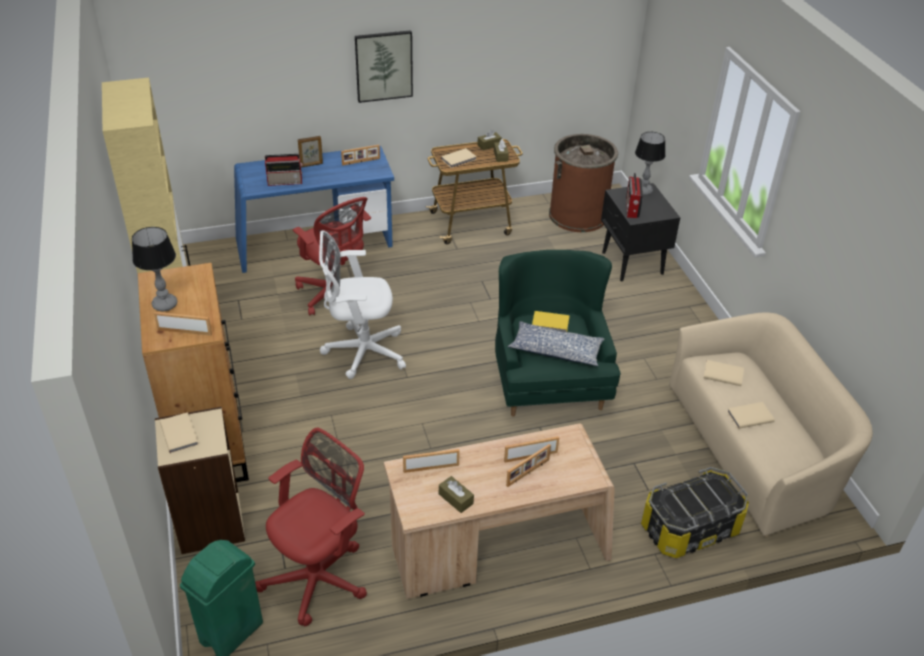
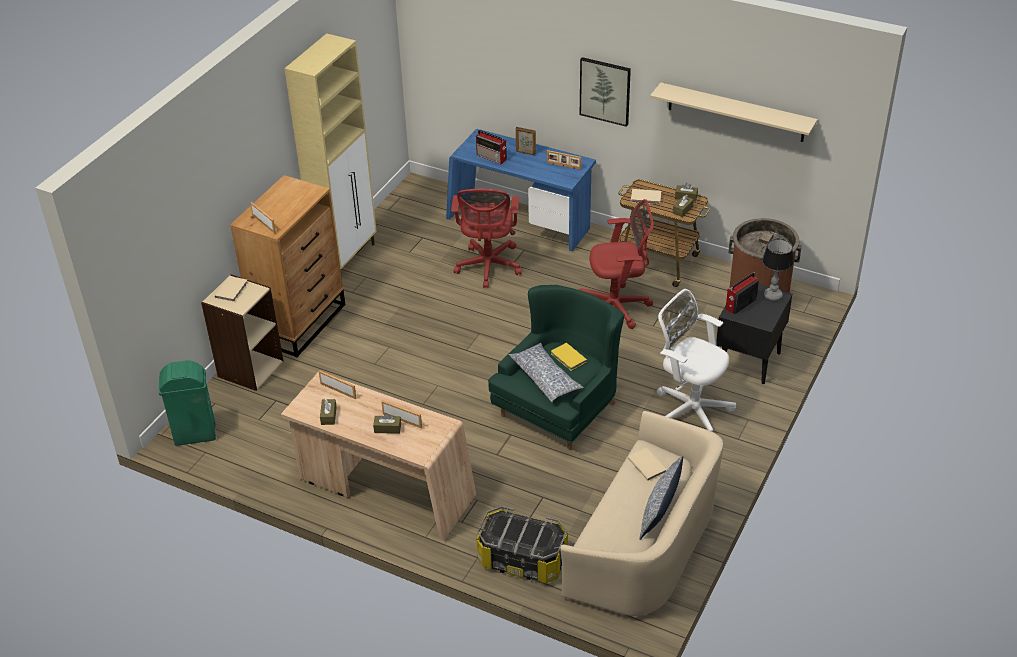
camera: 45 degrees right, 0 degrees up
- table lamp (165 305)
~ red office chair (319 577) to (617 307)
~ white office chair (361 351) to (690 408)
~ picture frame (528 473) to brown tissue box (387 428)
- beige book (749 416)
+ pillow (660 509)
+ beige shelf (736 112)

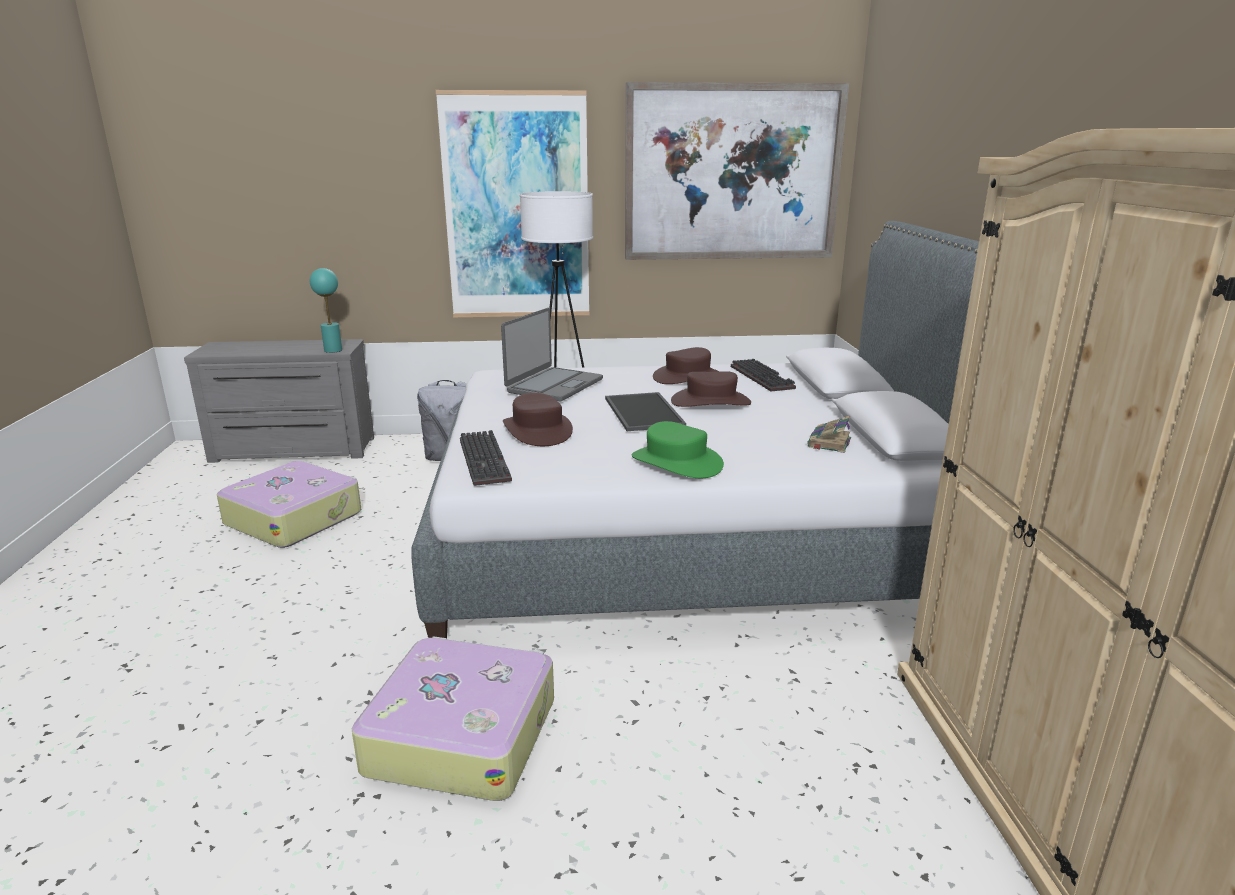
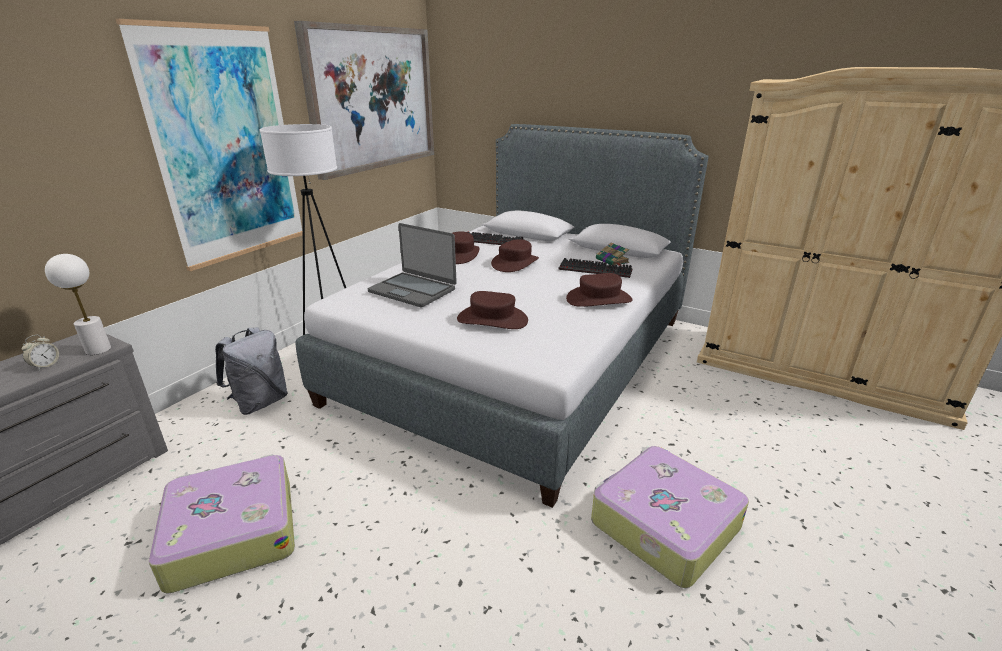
camera: 55 degrees left, 5 degrees up
~ turquoise table lamp (333 350) to white table lamp (98 350)
~ keyboard (487 460) to (596 269)
~ laptop (554 385) = (413 290) 150 degrees clockwise
- tray (641 412)
~ green hat (676 462) to brown hat (599 299)
+ alarm clock (46 365)

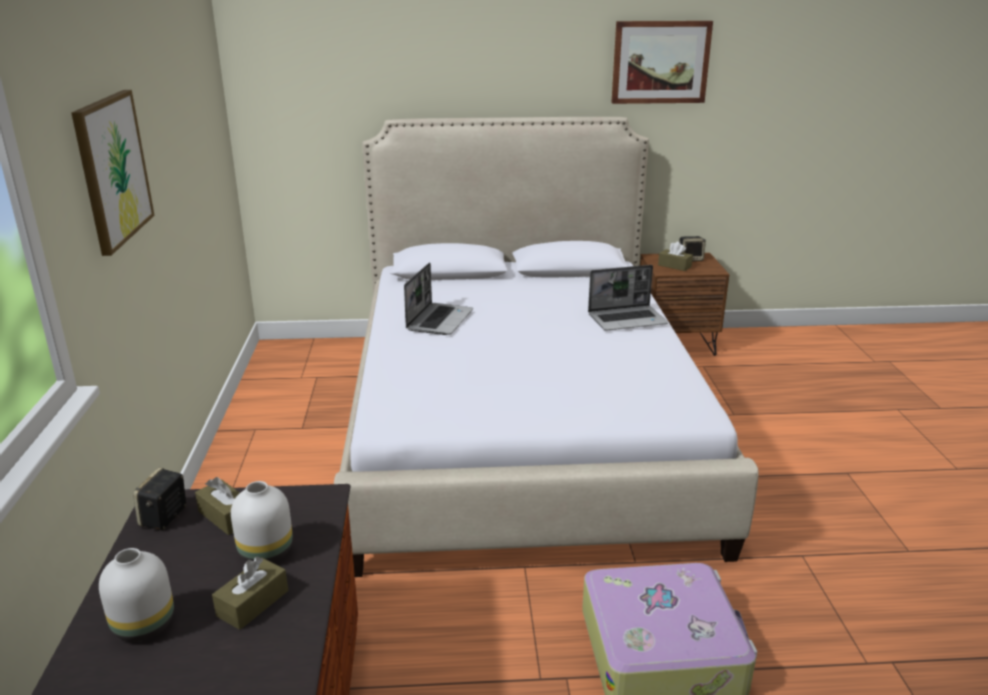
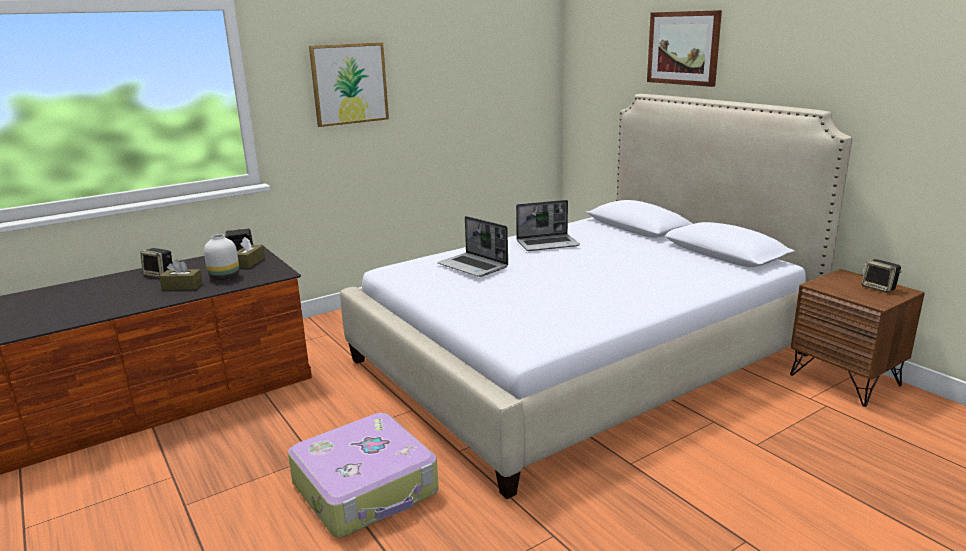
camera: 60 degrees right, 5 degrees down
~ white vase (145 624) to speaker (160 274)
~ laptop (627 319) to (474 266)
~ picture (660 62) to (683 48)
- brown tissue box (674 266)

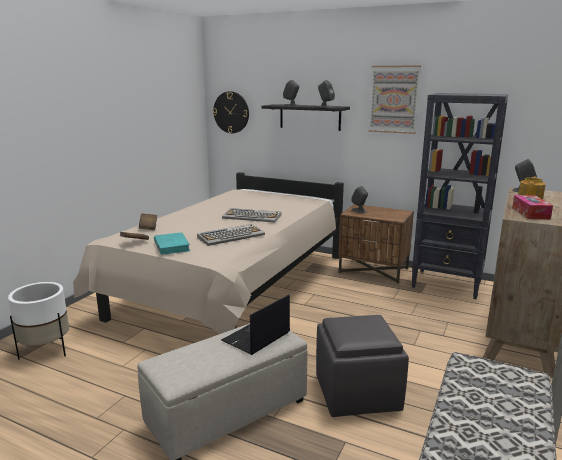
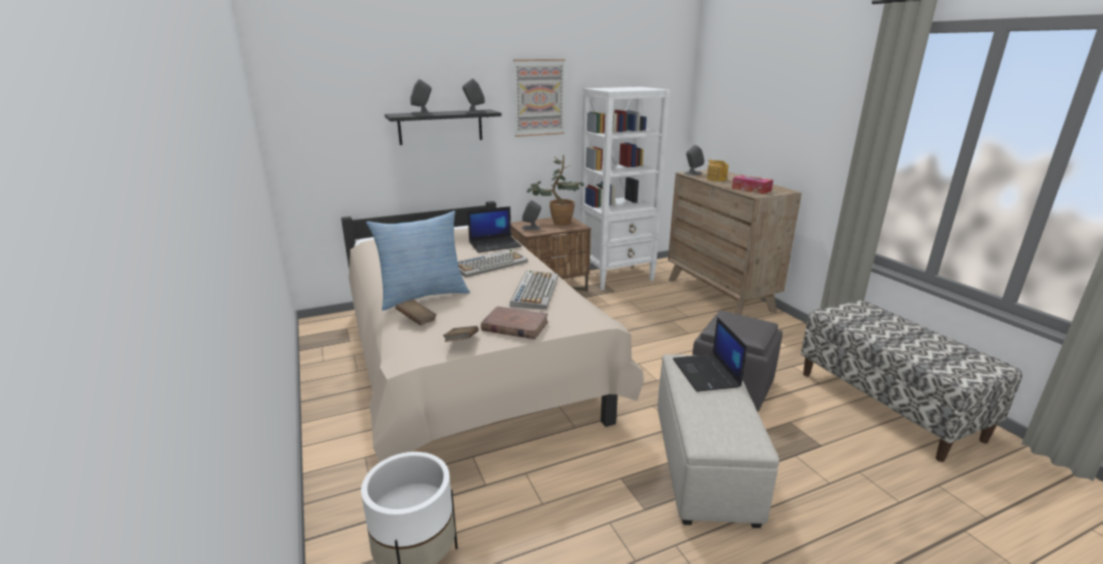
camera: 50 degrees left, 5 degrees up
~ turquoise book (171 246) to brown book (514 326)
- wall clock (231 112)
~ black bookcase (447 284) to white bookcase (617 277)
+ pillow (423 296)
+ laptop (495 244)
+ potted plant (557 222)

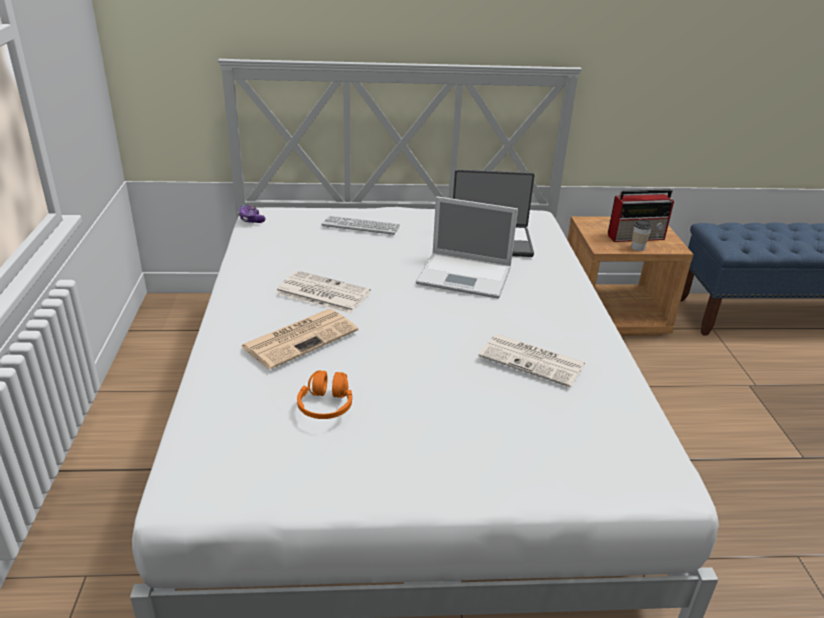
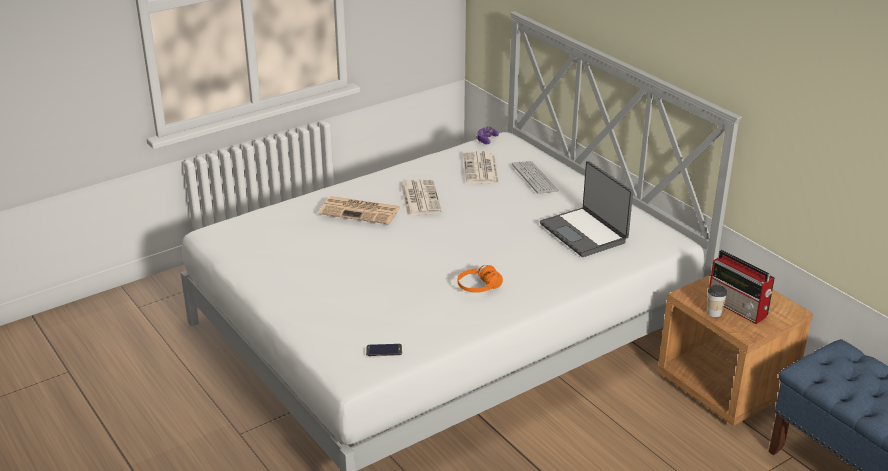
camera: 60 degrees right, 0 degrees up
~ orange headphones (326 406) to (479 287)
- laptop (466 276)
~ newspaper (533 361) to (481 169)
+ phone (384 350)

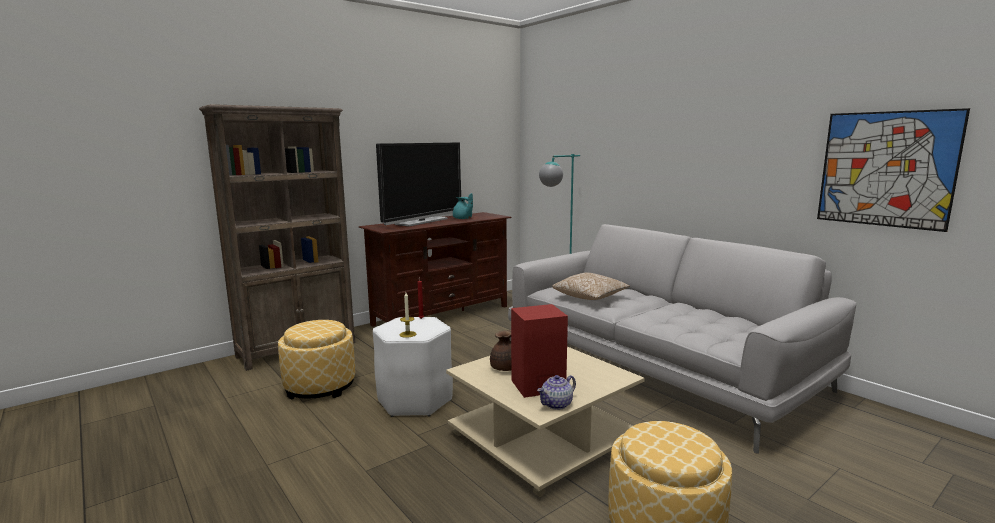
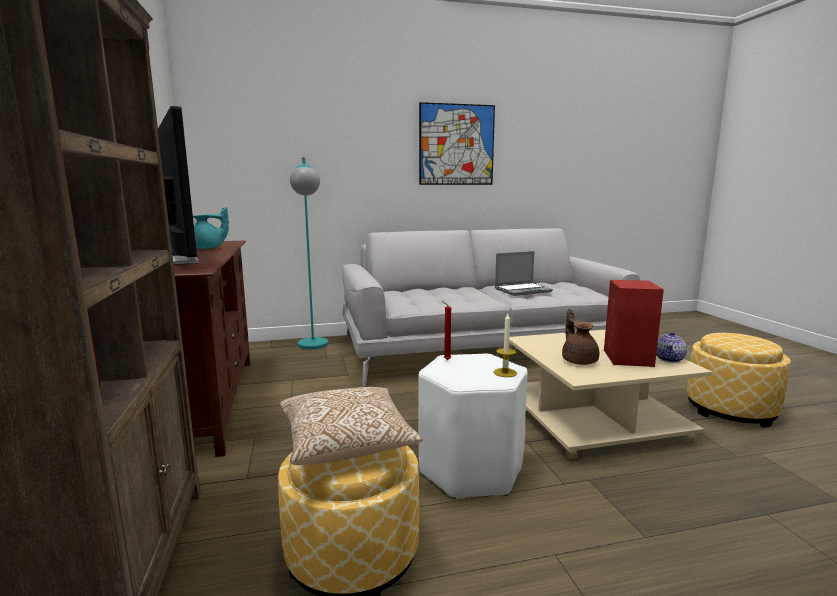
camera: 65 degrees left, 0 degrees up
~ teapot (557 404) = (669 359) 45 degrees clockwise
~ pillow (590 297) to (347 443)
~ picture (886 169) to (456 145)
+ laptop (523 290)

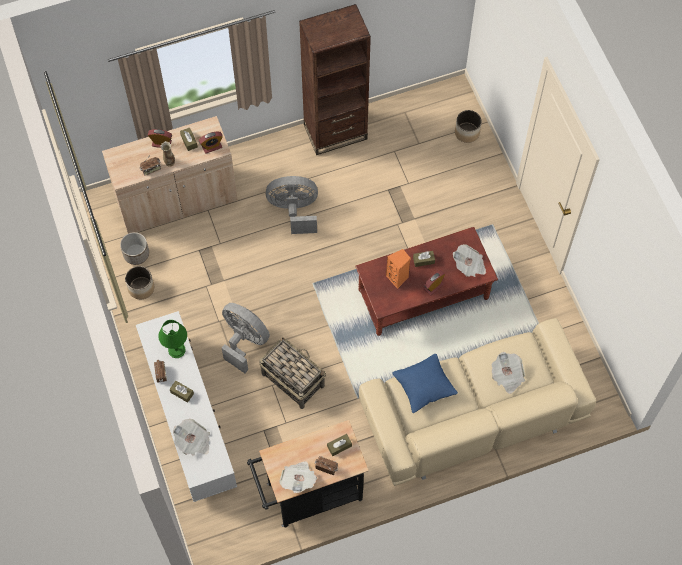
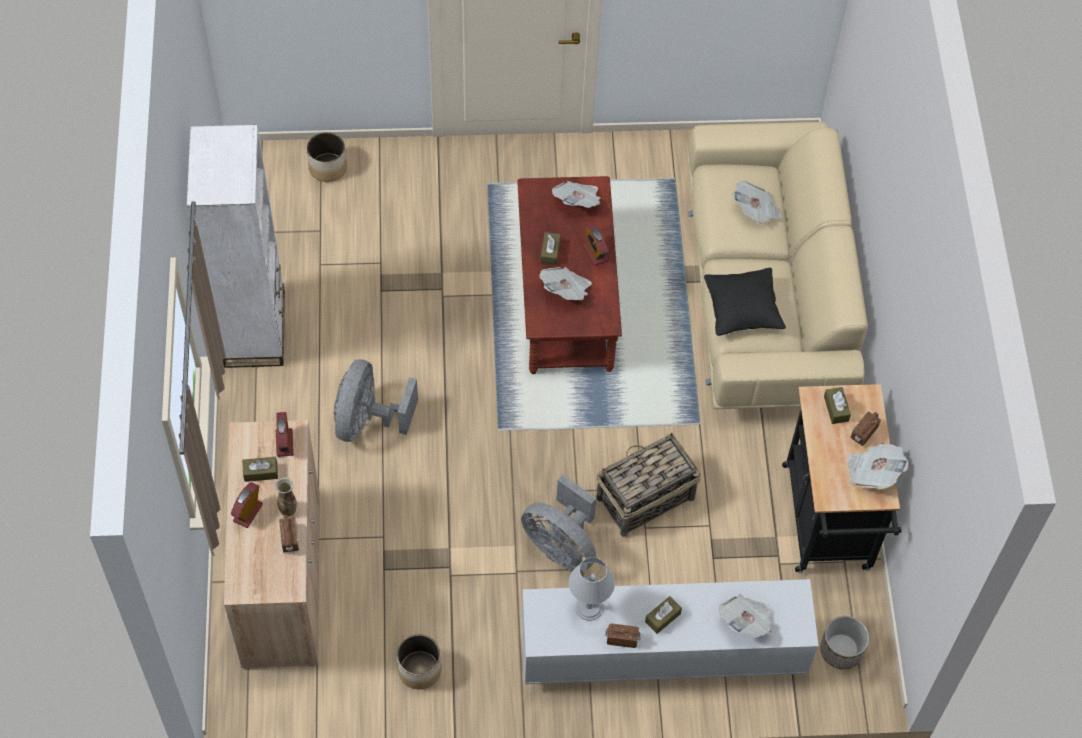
camera: 75 degrees left, 5 degrees down
~ planter (136 254) to (841 651)
~ green table lamp (176 350) to grey table lamp (589 607)
~ grey fan (244 341) = (561 546) 105 degrees counterclockwise
~ brown bookcase (335 132) to white bookcase (254 329)
~ orange speaker (398 278) to newspaper (566 291)
~ blue pillow (424 386) to black pillow (743 308)

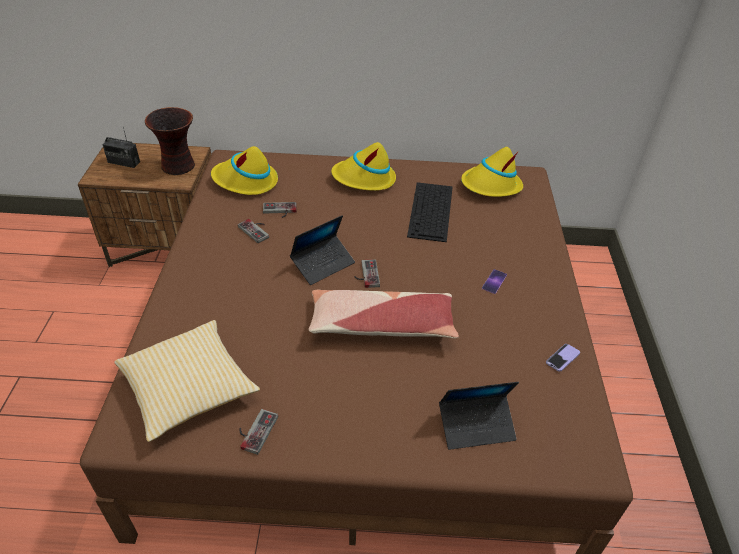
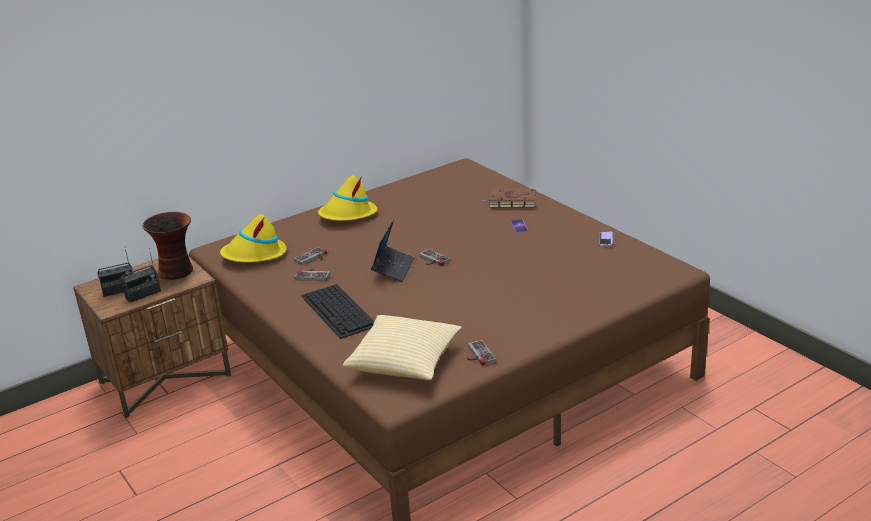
camera: 35 degrees left, 15 degrees down
- pillow (381 324)
~ keyboard (431 211) to (339 311)
- laptop (476 426)
- yellow hat (490 186)
+ radio (143 294)
+ brown book (510 201)

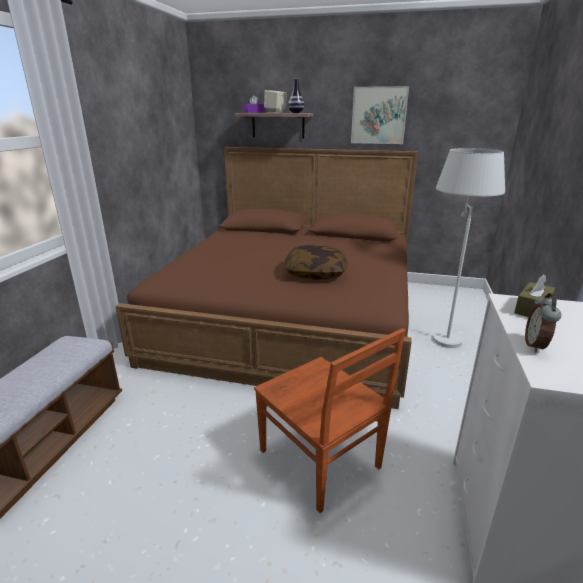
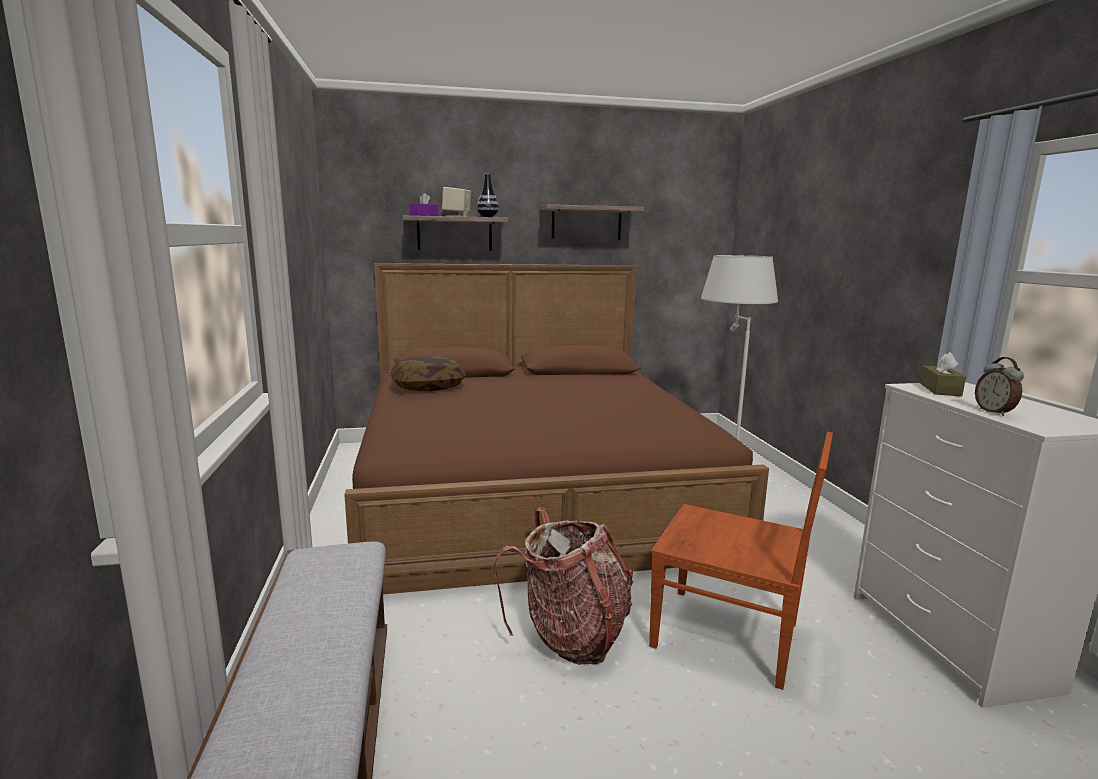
camera: 25 degrees left, 10 degrees down
~ pillow (316 273) to (428 387)
~ picture (379 115) to shelf (586 223)
+ backpack (572 635)

